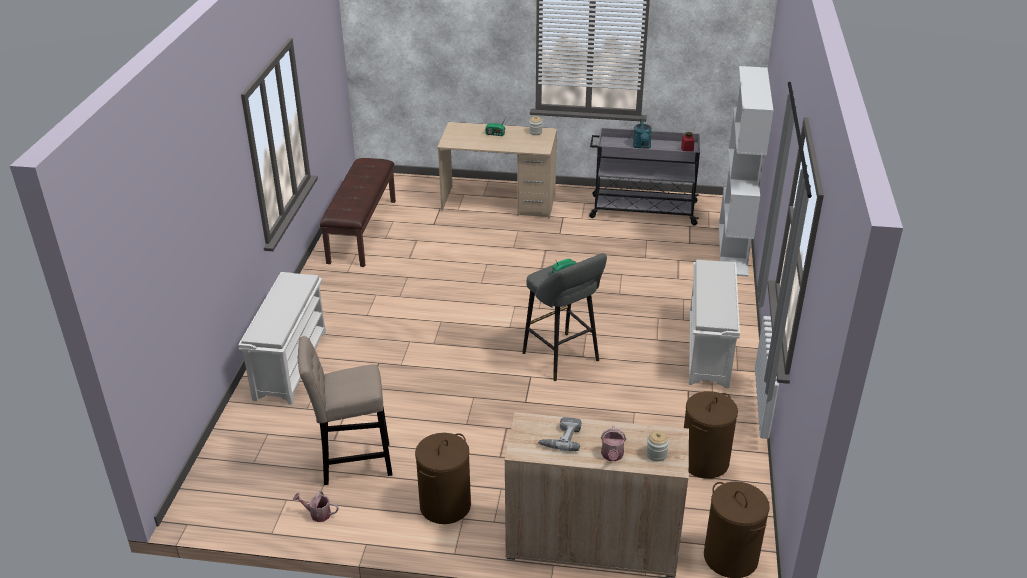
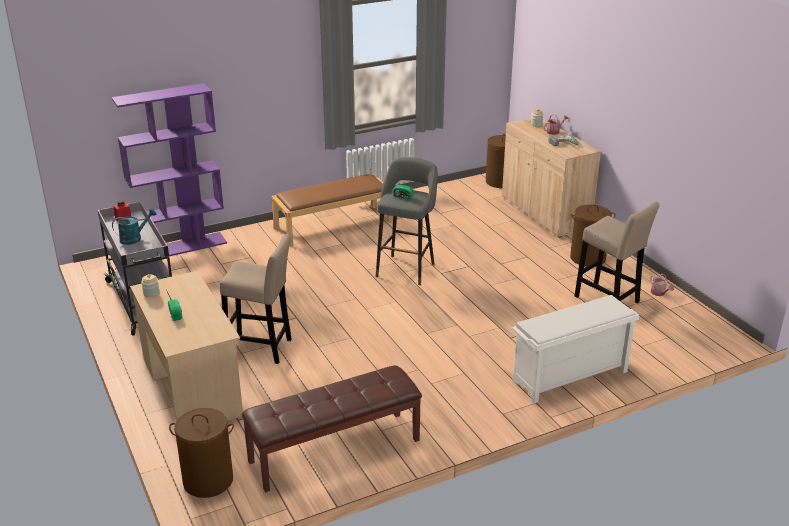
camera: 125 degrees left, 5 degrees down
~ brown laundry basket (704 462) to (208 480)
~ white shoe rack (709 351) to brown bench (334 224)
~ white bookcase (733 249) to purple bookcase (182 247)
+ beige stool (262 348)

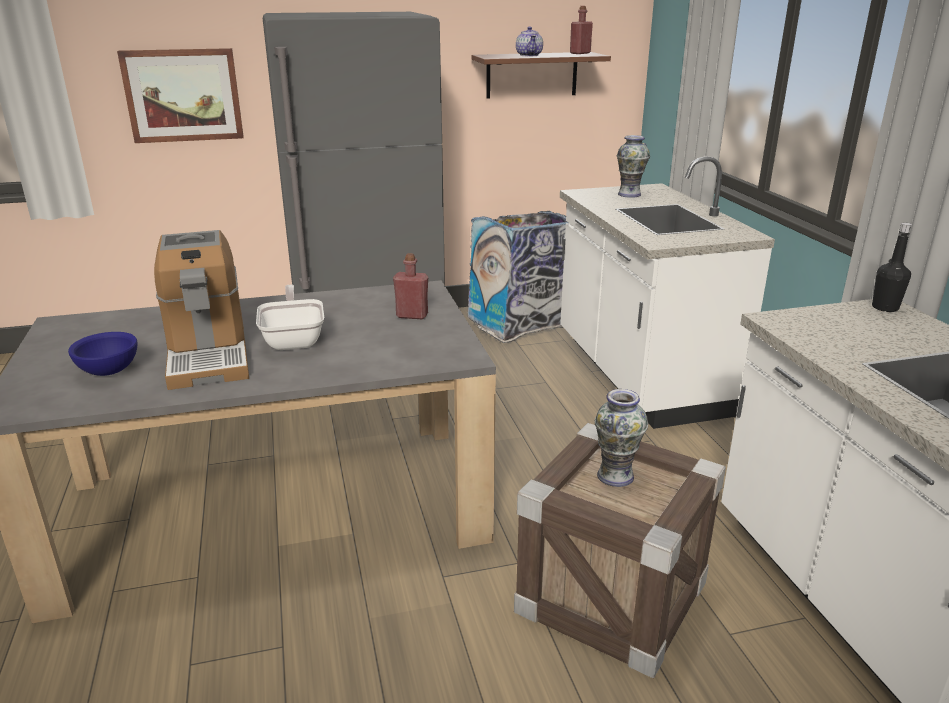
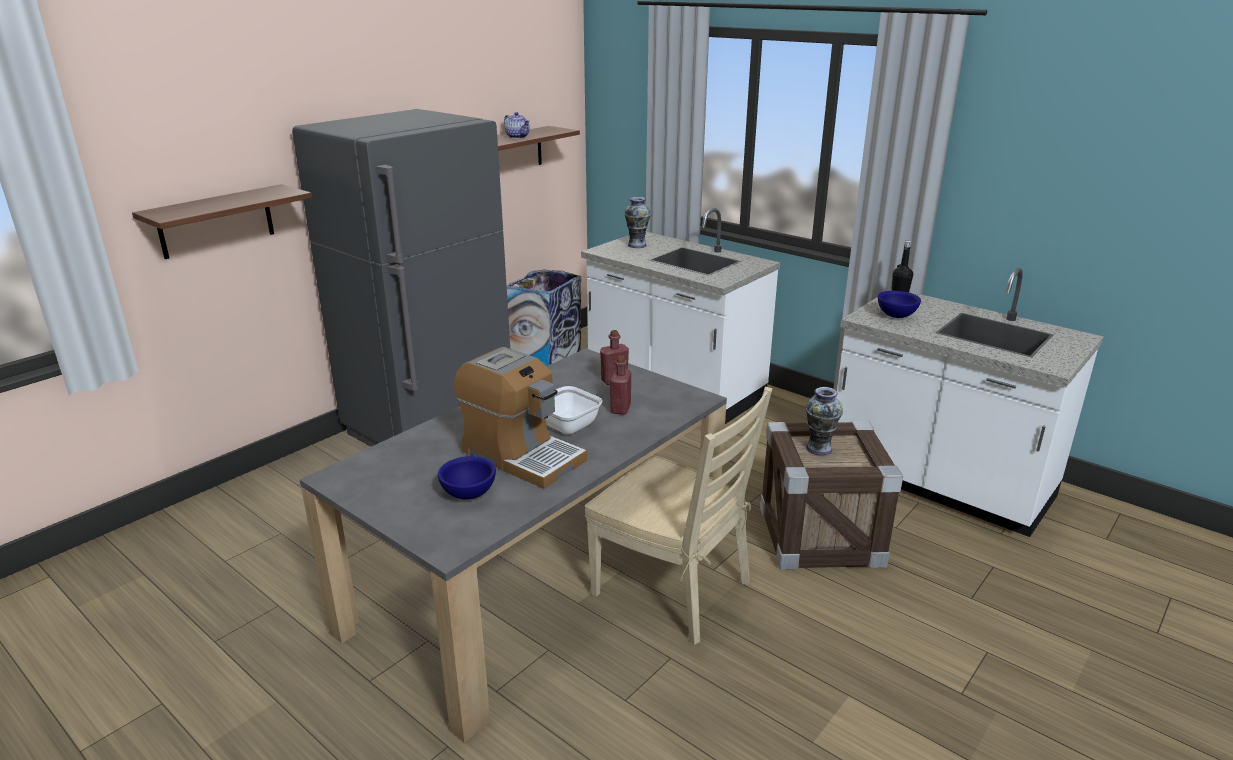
camera: 35 degrees left, 0 degrees up
~ picture (183 95) to shelf (216 221)
~ red bottle (580 53) to (620 408)
+ beige chair (673 588)
+ blue bowl (896 316)

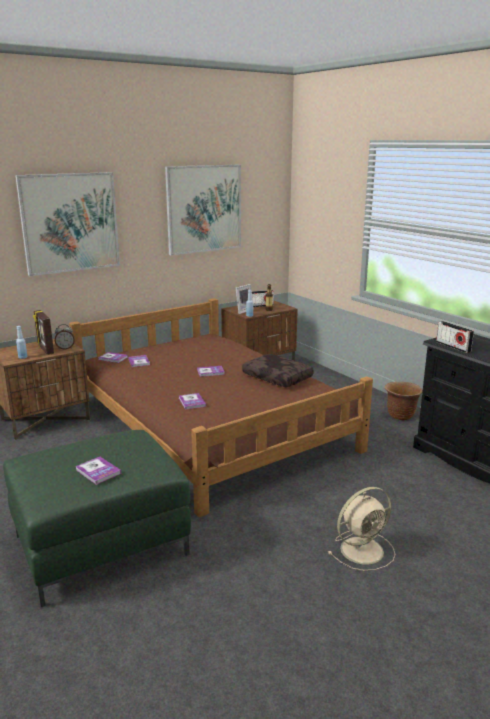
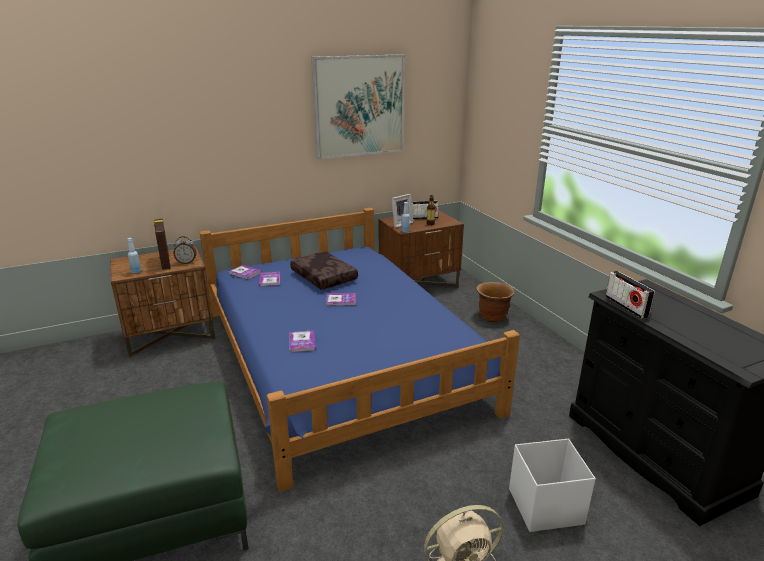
camera: 10 degrees right, 5 degrees up
- picture (70 223)
~ brown bed (211 424) to blue bed (340 358)
- book (98 471)
~ brown pillow (278 377) to (325 277)
~ brown planter (400 415) to (492 316)
+ white storage box (544 506)

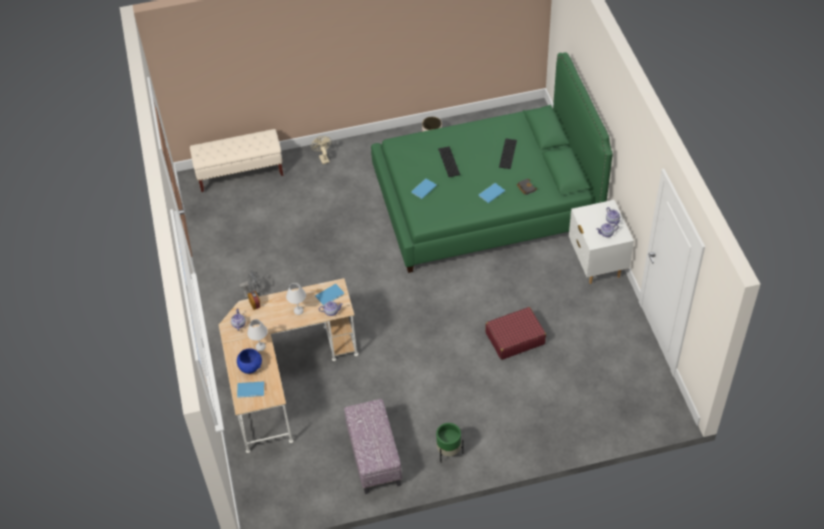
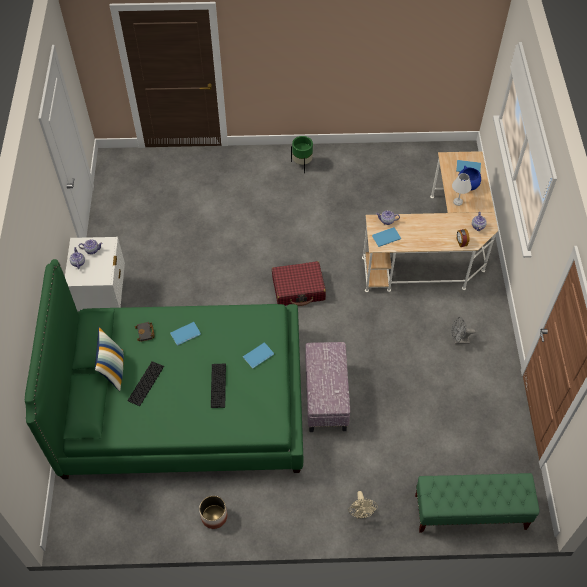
camera: 170 degrees left, 5 degrees up
~ beige bench (240 173) to green bench (470 512)
- white table lamp (299 310)
~ ottoman (375 457) to (325 397)
~ red suitcase (514 338) to (298 289)
+ pillow (113 370)

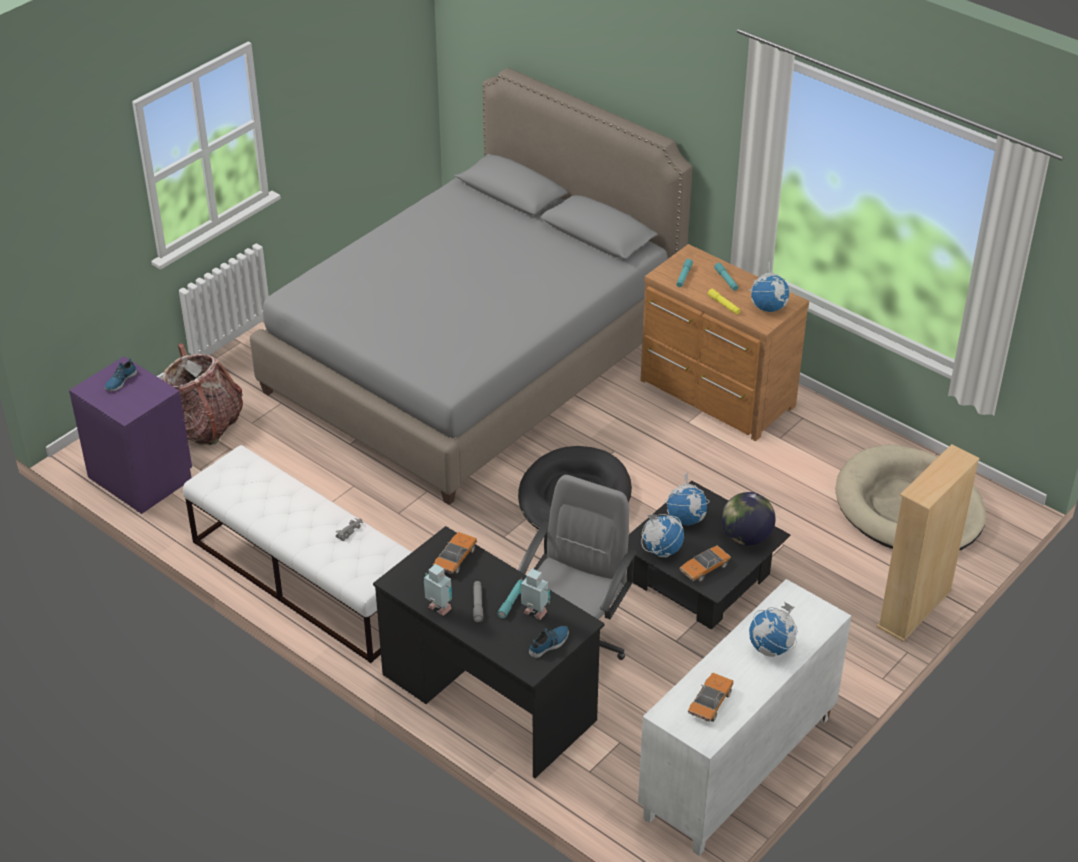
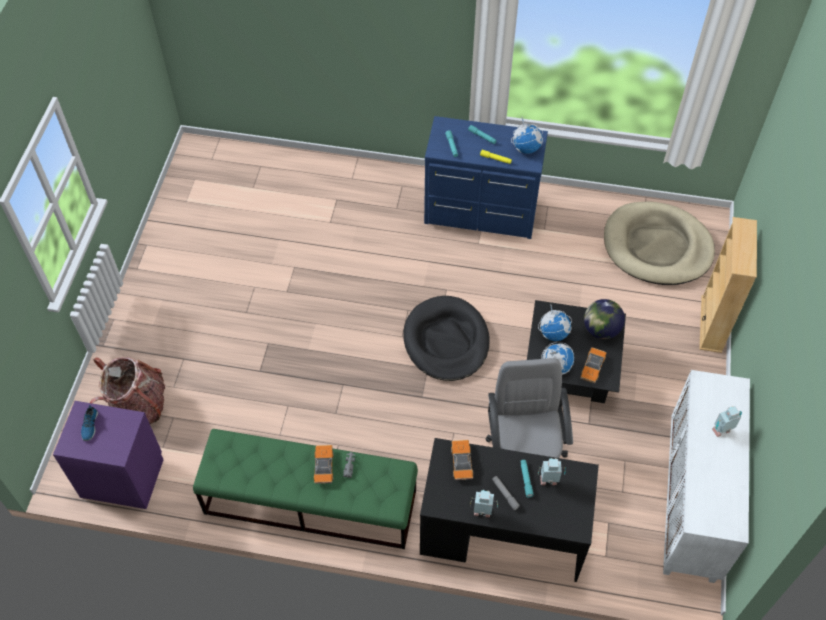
camera: 30 degrees left, 15 degrees up
~ white bench (306 579) to green bench (309 502)
- grey bed (474 359)
- shoe (549 644)
~ brown dresser (716 396) to blue dresser (481 213)
~ toy car (710 702) to (324 466)
~ globe (771 648) to toy robot (722 431)

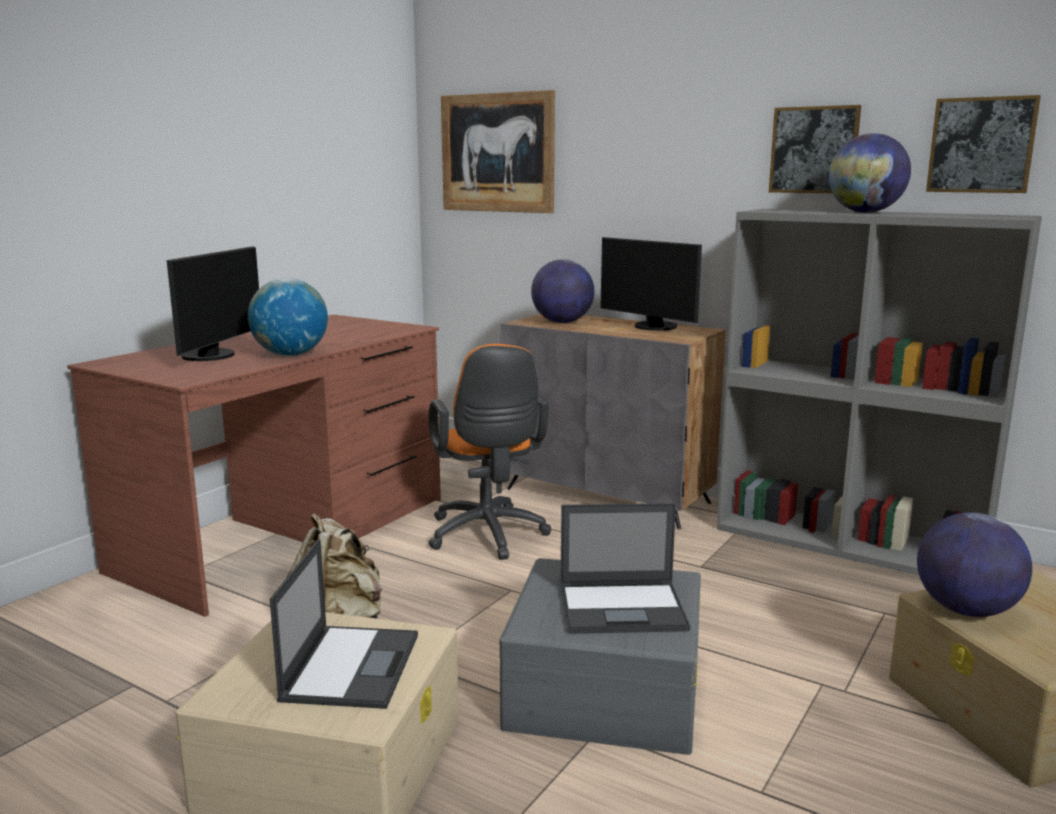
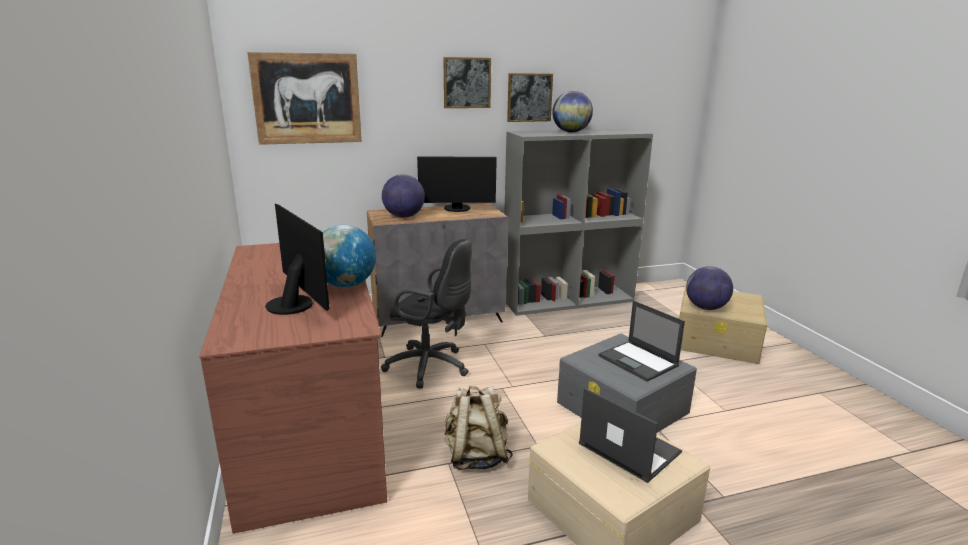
camera: 50 degrees left, 5 degrees up
~ orange office chair (488 536) to black office chair (431 367)
~ laptop (623 608) = (638 361) 105 degrees clockwise
~ picture (981 145) to (467 83)

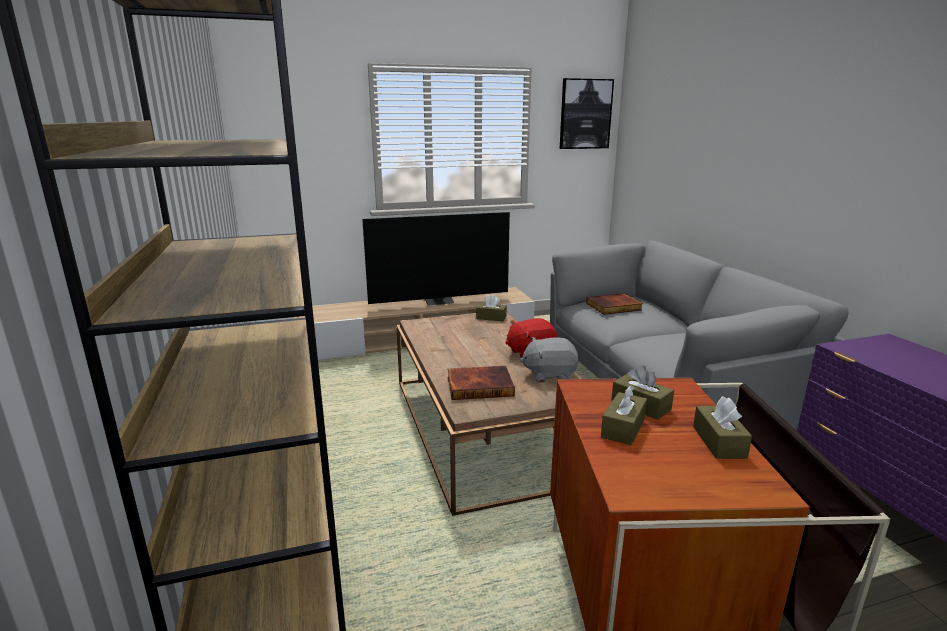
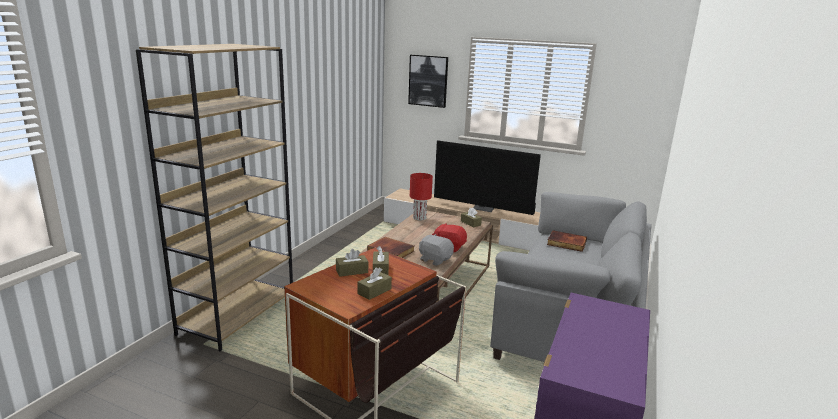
camera: 40 degrees right, 0 degrees up
~ picture (585 114) to (428 81)
+ red table lamp (419 218)

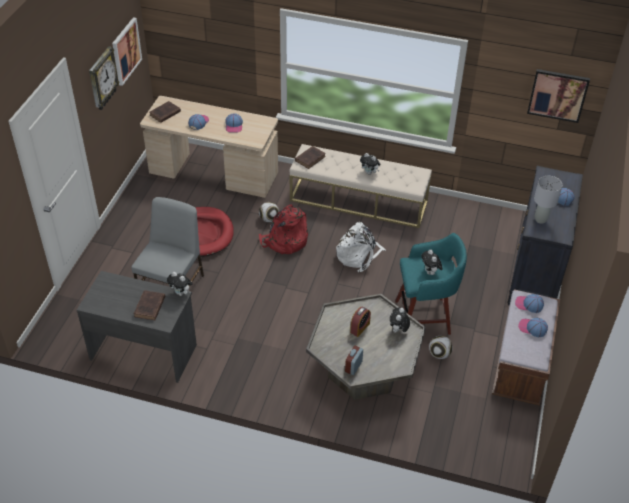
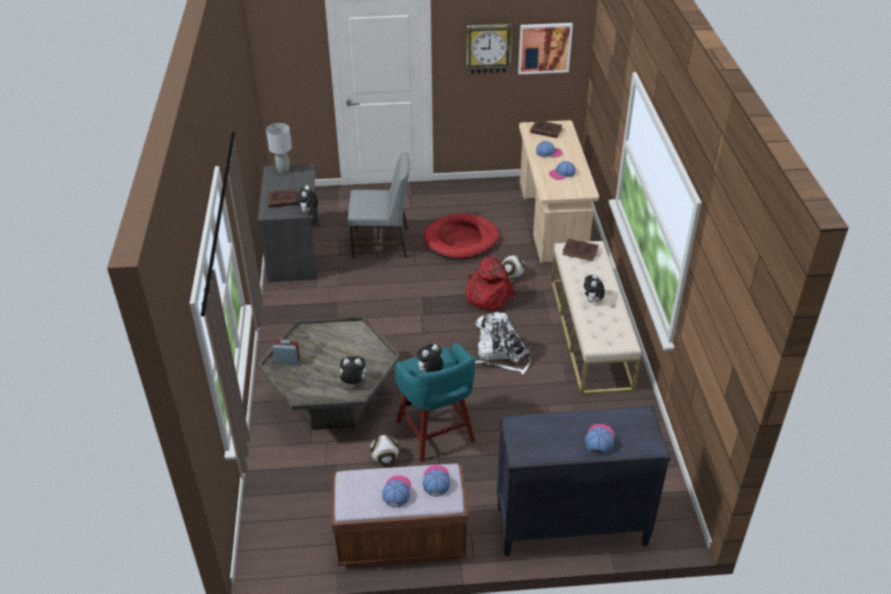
camera: 70 degrees right, 5 degrees down
- alarm clock (360 328)
- picture (558 95)
~ grey table lamp (540 219) to (283 169)

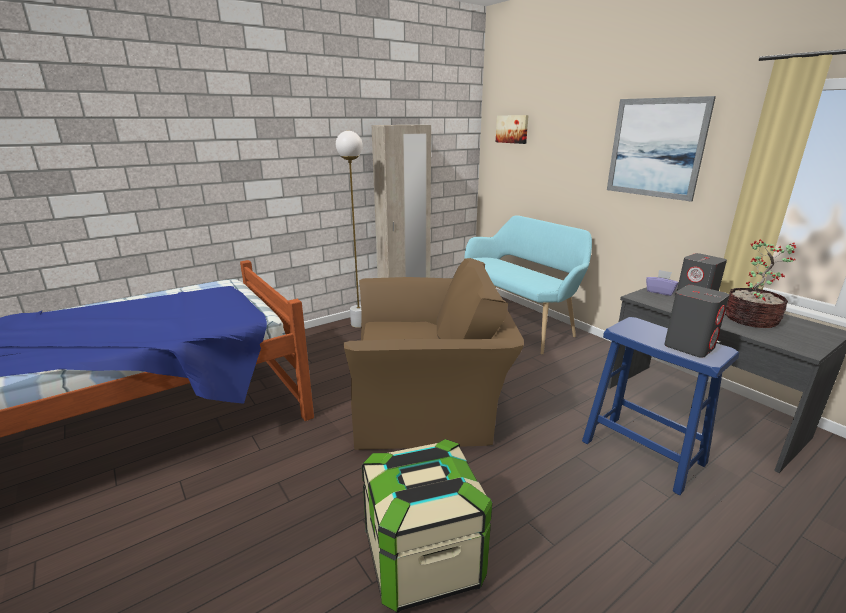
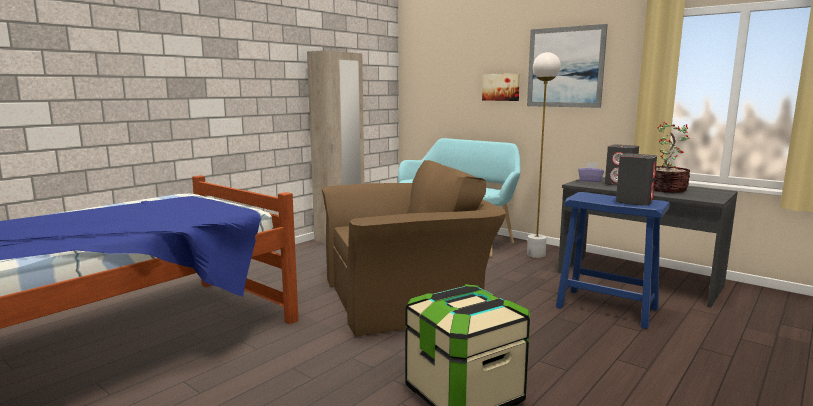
camera: 15 degrees left, 10 degrees down
~ white floor lamp (359 324) to (536 254)
~ picture (512 129) to (501 87)

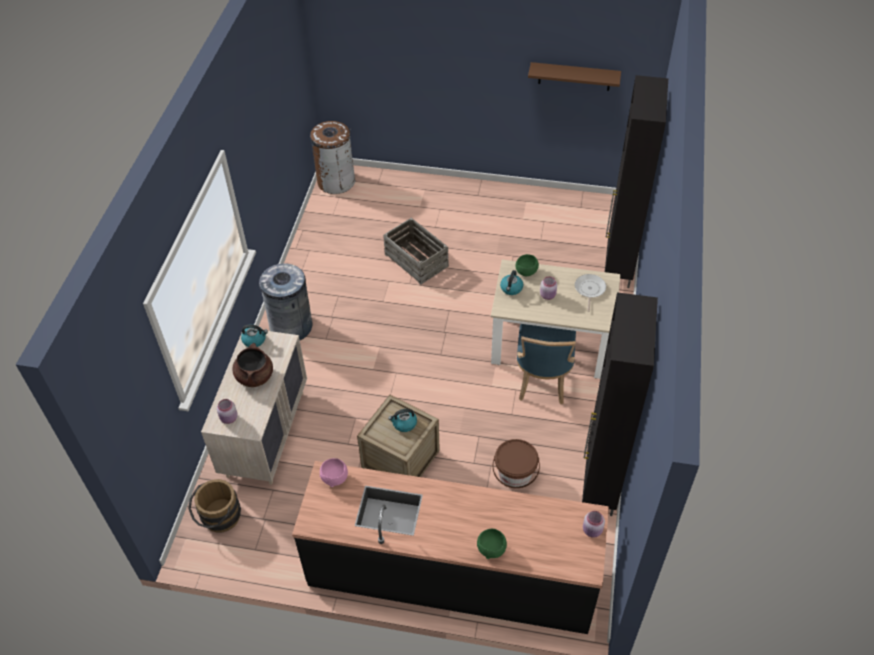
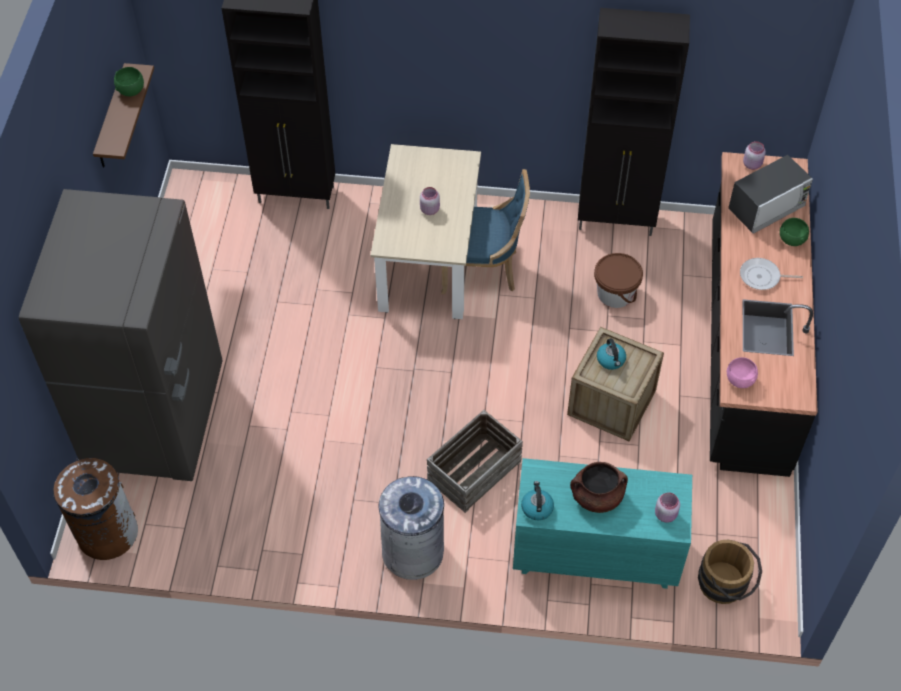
camera: 95 degrees left, 5 degrees up
~ beige dresser (266 432) to turquoise dresser (594 554)
~ crate (416 260) to (474 471)
- kettle (511 288)
~ green bowl (526 272) to (131 91)
~ frying pan (589 290) to (762 277)
+ grey fridge (157 417)
+ microwave (766 207)

